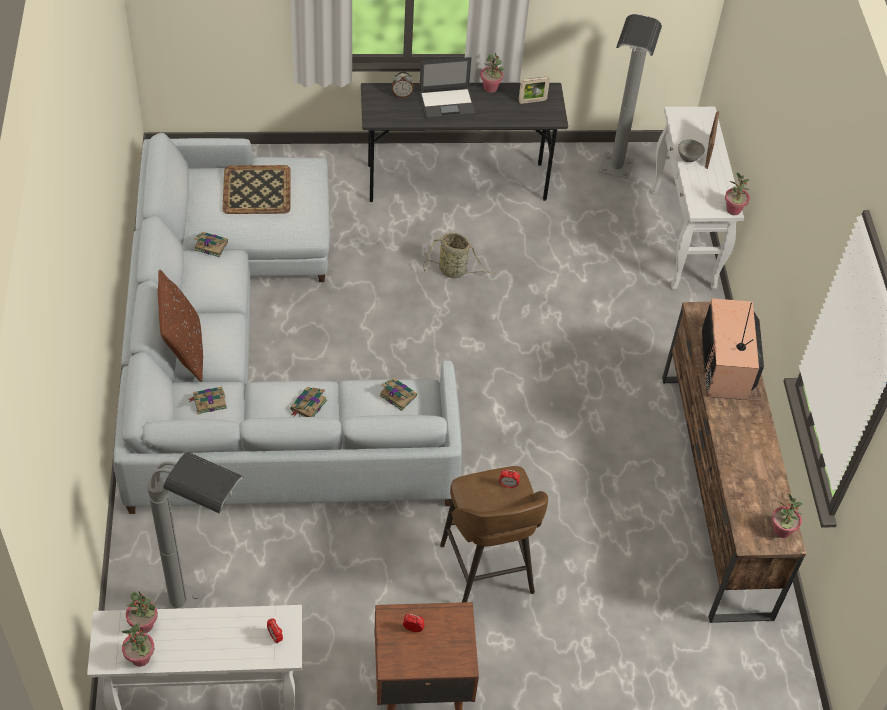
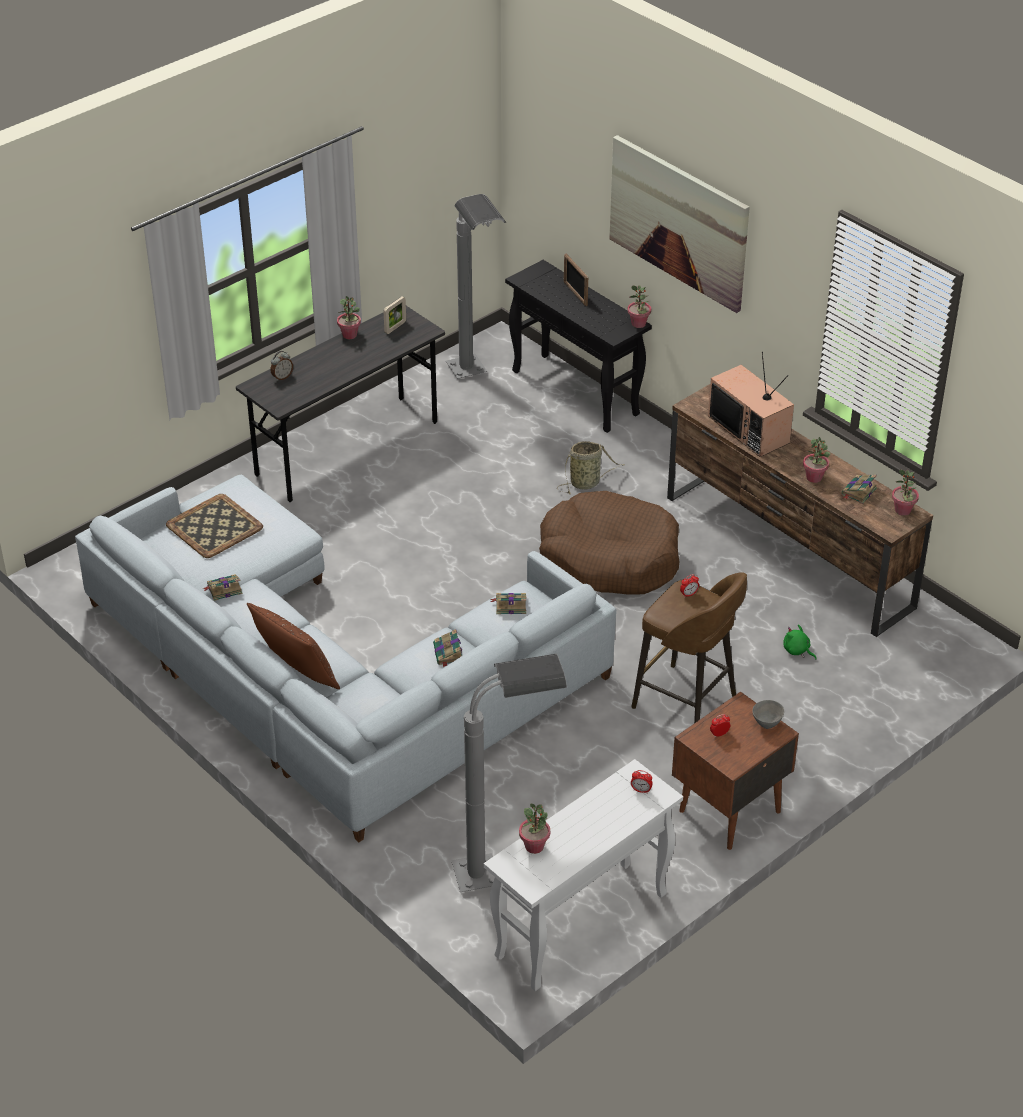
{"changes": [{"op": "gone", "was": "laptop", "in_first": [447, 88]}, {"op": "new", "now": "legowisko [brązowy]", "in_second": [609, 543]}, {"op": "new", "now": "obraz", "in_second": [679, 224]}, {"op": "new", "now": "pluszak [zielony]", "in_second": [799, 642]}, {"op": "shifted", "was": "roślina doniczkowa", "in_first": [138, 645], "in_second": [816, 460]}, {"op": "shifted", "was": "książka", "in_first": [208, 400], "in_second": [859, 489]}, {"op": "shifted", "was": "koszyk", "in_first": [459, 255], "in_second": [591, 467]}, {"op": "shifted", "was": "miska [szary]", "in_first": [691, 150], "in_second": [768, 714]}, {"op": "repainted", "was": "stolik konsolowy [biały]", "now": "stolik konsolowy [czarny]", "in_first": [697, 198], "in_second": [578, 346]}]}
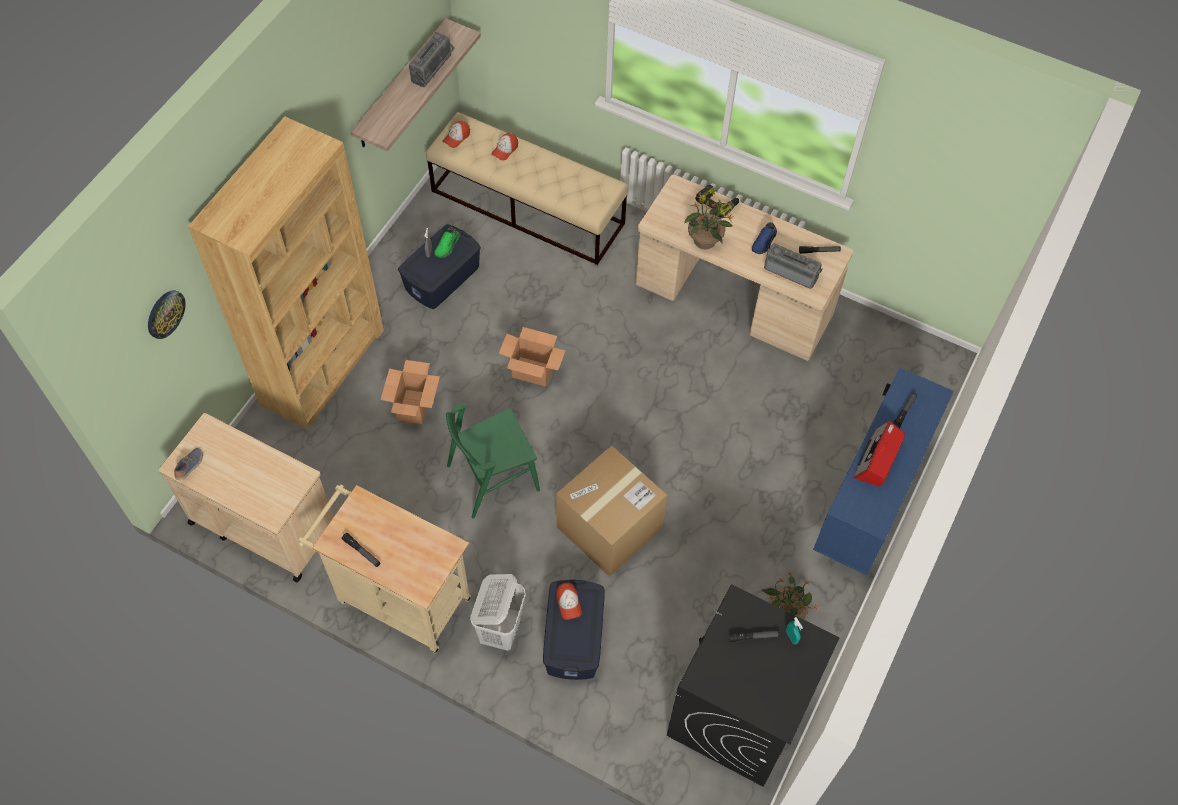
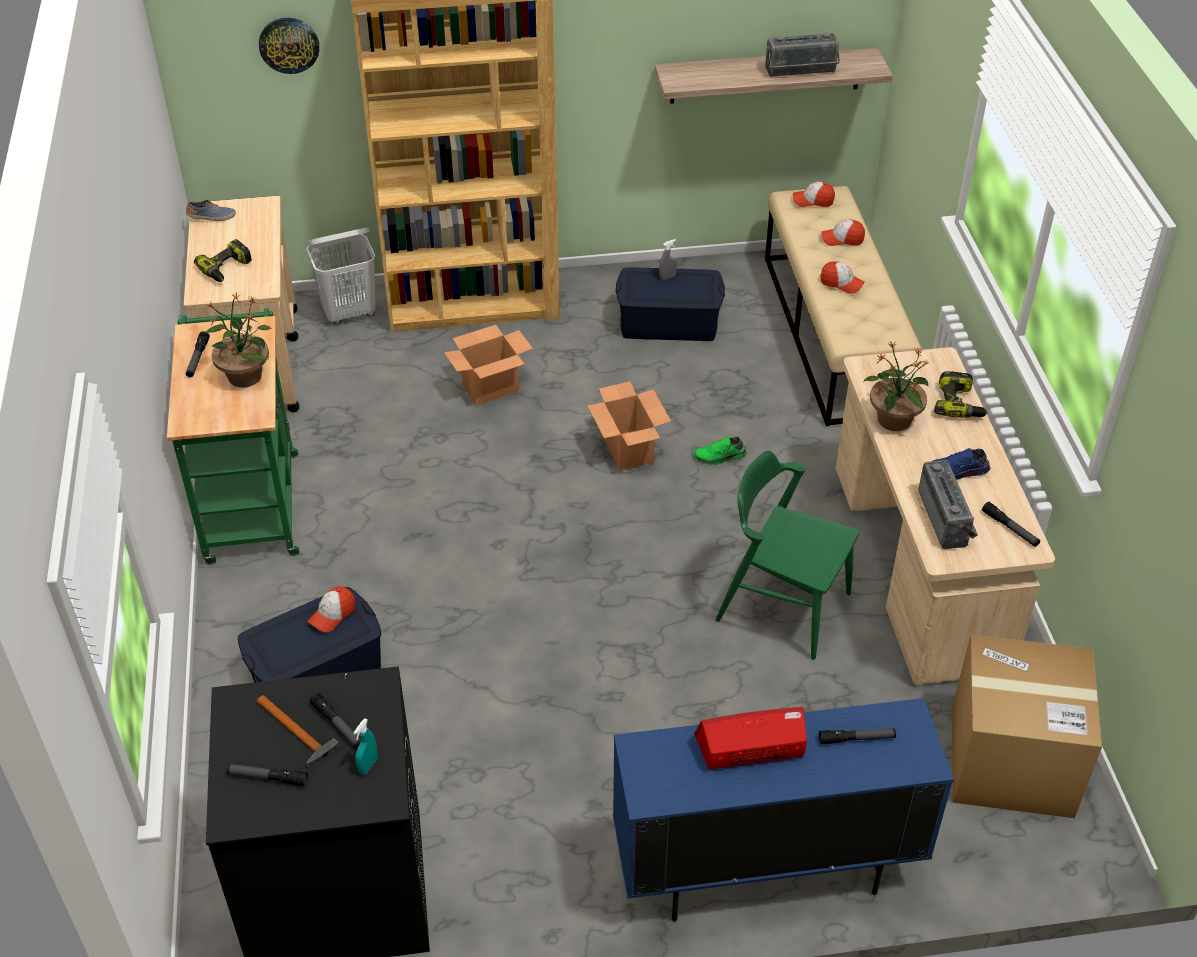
{"changes": [{"op": "new", "now": "wiertarka", "in_second": [223, 260]}, {"op": "new", "now": "latarka", "in_second": [267, 775]}, {"op": "new", "now": "młotek", "in_second": [297, 731]}, {"op": "new", "now": "czapka z daszkiem", "in_second": [843, 277]}, {"op": "shifted", "was": "but [zielony]", "in_first": [446, 242], "in_second": [720, 451]}, {"op": "shifted", "was": "krzesło [zielony]", "in_first": [493, 461], "in_second": [787, 555]}, {"op": "shifted", "was": "kosz na pranie [biały]", "in_first": [498, 612], "in_second": [341, 275]}, {"op": "shifted", "was": "karton", "in_first": [611, 511], "in_second": [1027, 726]}, {"op": "shifted", "was": "roślina doniczkowa", "in_first": [790, 595], "in_second": [238, 340]}, {"op": "repainted", "was": "wózek [beżowy]", "now": "wózek [zielony]", "in_first": [384, 569], "in_second": [233, 436]}]}
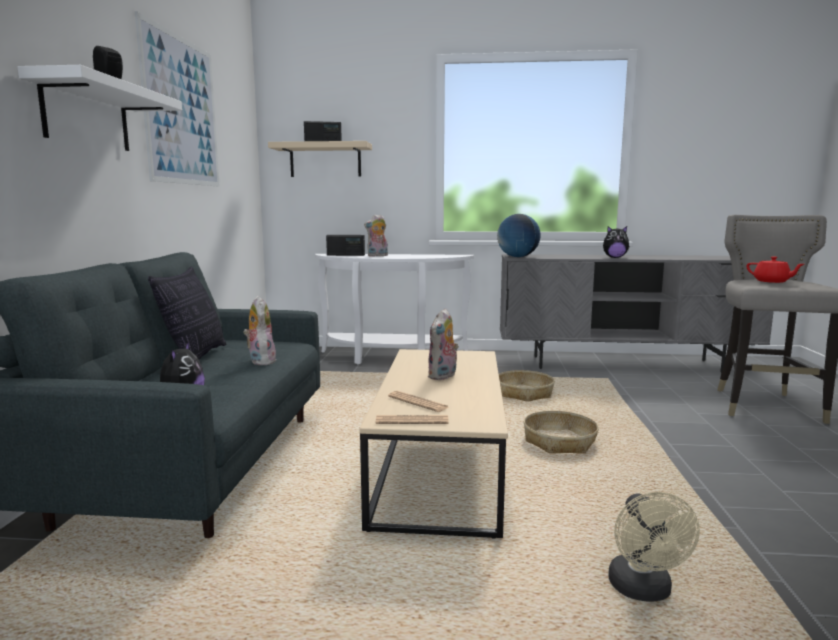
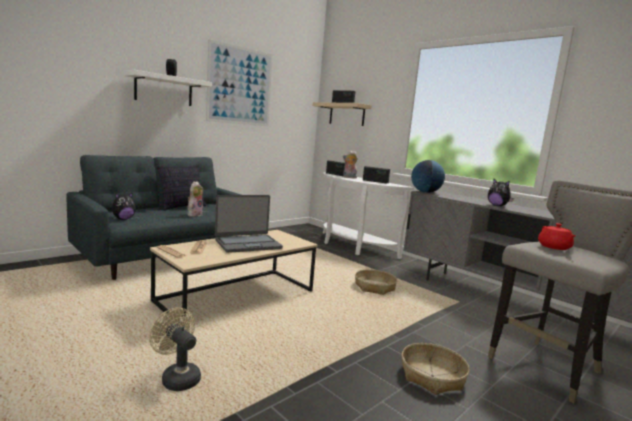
{"changes": [{"op": "new", "now": "radio", "in_second": [376, 175]}, {"op": "shifted", "was": "koszyk", "in_first": [561, 432], "in_second": [435, 369]}, {"op": "swapped", "was": "pluszak", "now": "laptop", "in_first": [443, 344], "in_second": [249, 224]}, {"op": "rotated", "was": "wentylator [beżowy]", "in_first": [654, 547], "in_second": [175, 349], "clockwise": 90}]}
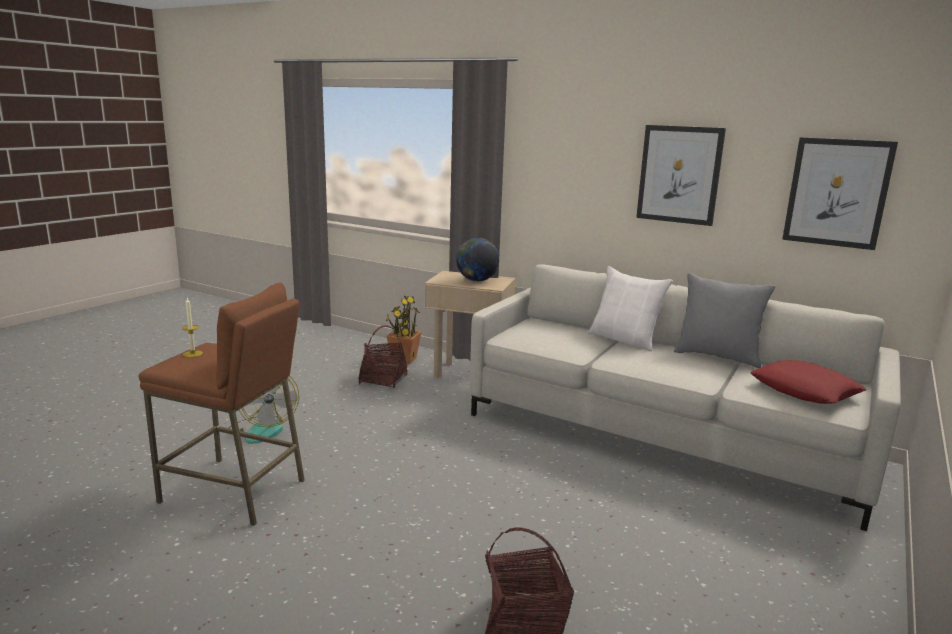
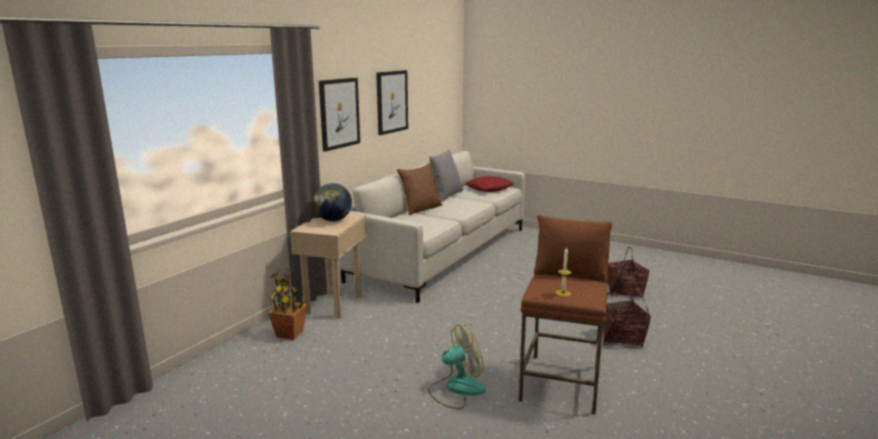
{"changes": [{"op": "shifted", "was": "koszyk", "in_first": [383, 356], "in_second": [627, 318]}, {"op": "shifted", "was": "obraz", "in_first": [840, 193], "in_second": [339, 115]}, {"op": "repainted", "was": "poduszka [biały]", "now": "poduszka [brązowy]", "in_first": [630, 308], "in_second": [419, 188]}]}
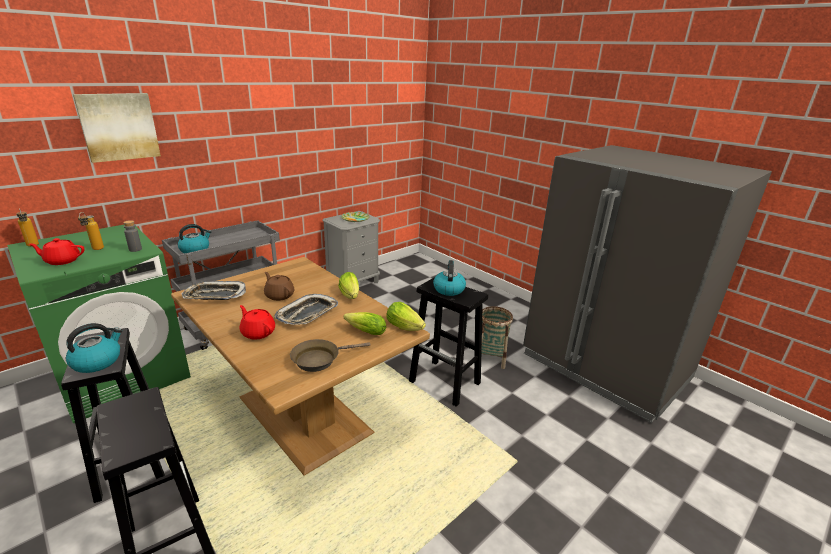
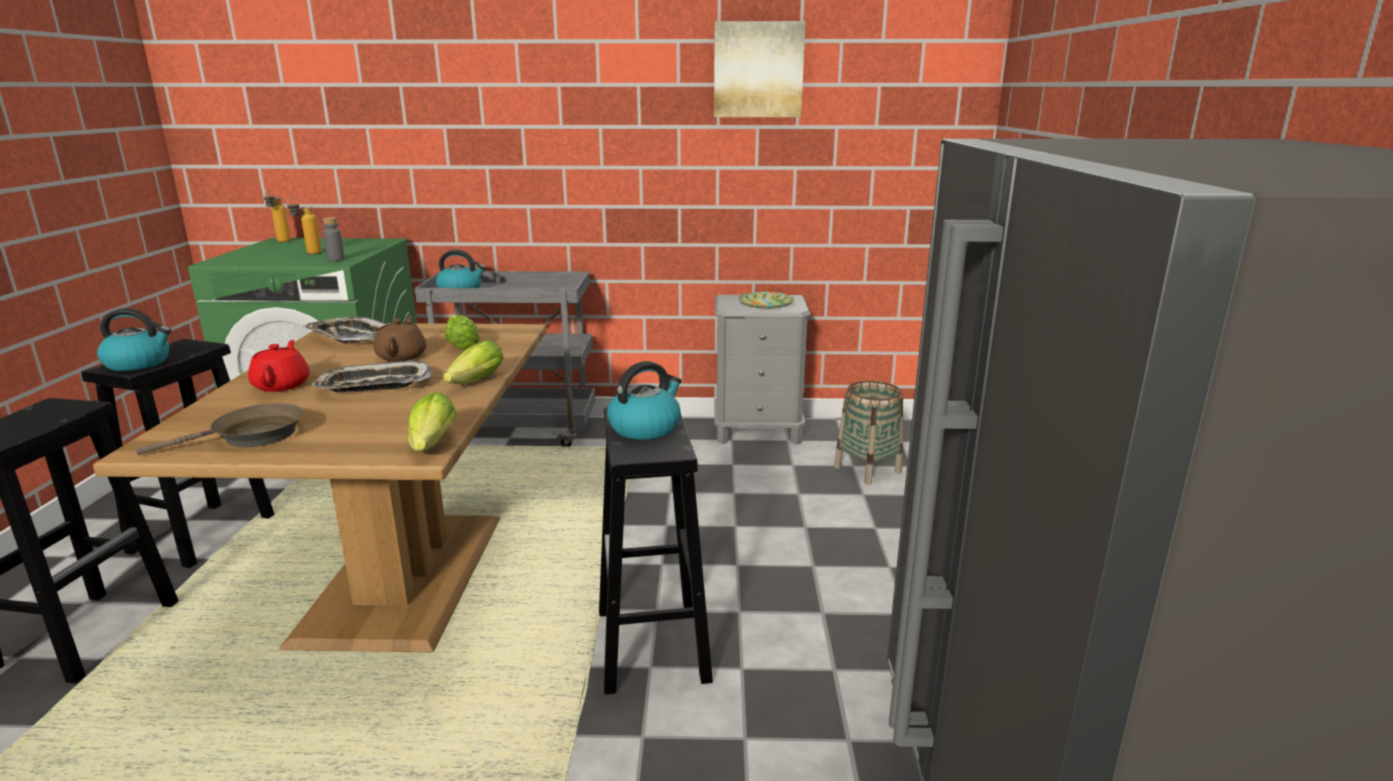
{"changes": [{"op": "gone", "was": "imbryk [czerwony]", "in_first": [57, 251]}, {"op": "shifted", "was": "obraz", "in_first": [117, 128], "in_second": [759, 69]}, {"op": "shifted", "was": "sałata", "in_first": [364, 323], "in_second": [462, 332]}, {"op": "shifted", "was": "koszyk", "in_first": [497, 337], "in_second": [868, 433]}, {"op": "rotated", "was": "patelnia [brązowy]", "in_first": [330, 355], "in_second": [219, 429], "clockwise": 135}]}
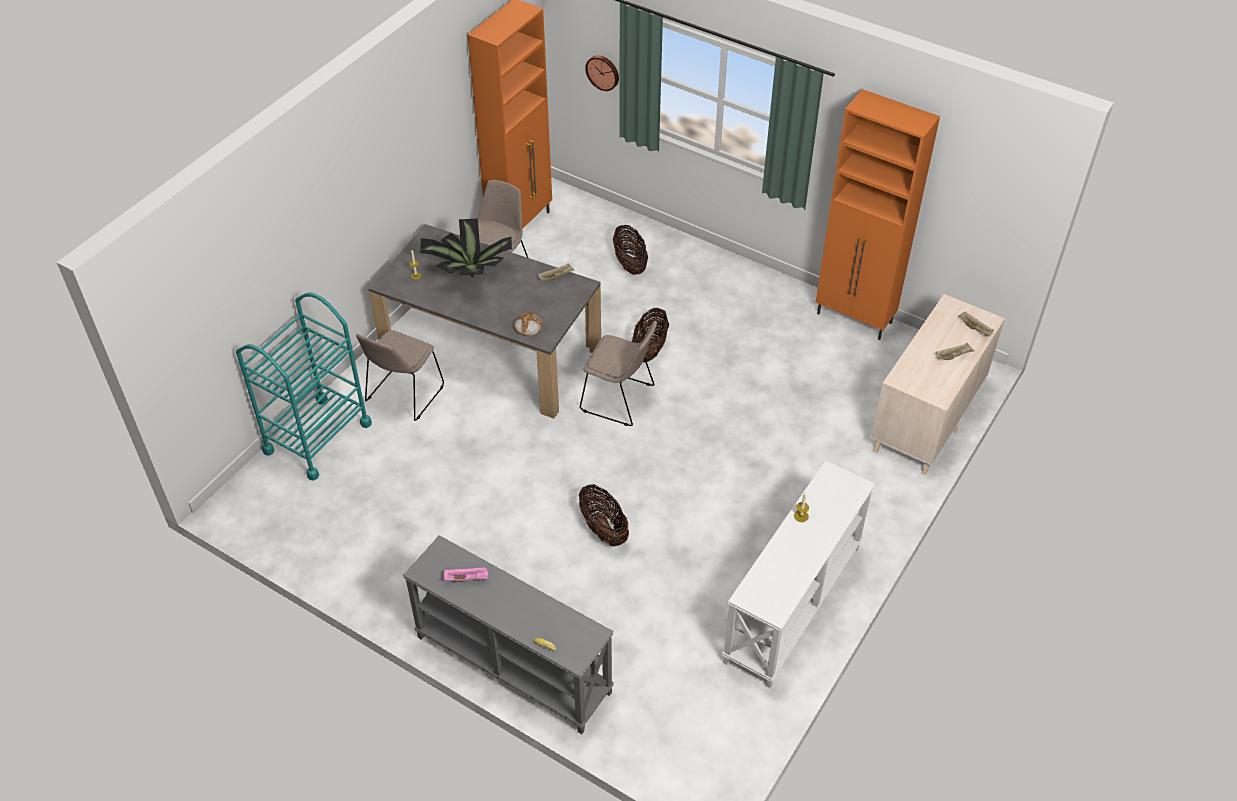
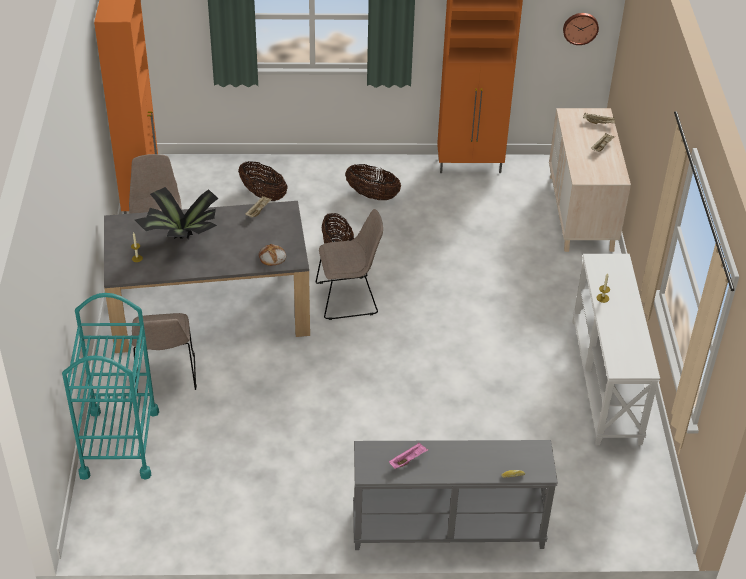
{"changes": [{"op": "shifted", "was": "koszyk", "in_first": [604, 515], "in_second": [373, 182]}, {"op": "shifted", "was": "zegar ścienny", "in_first": [602, 73], "in_second": [581, 29]}]}
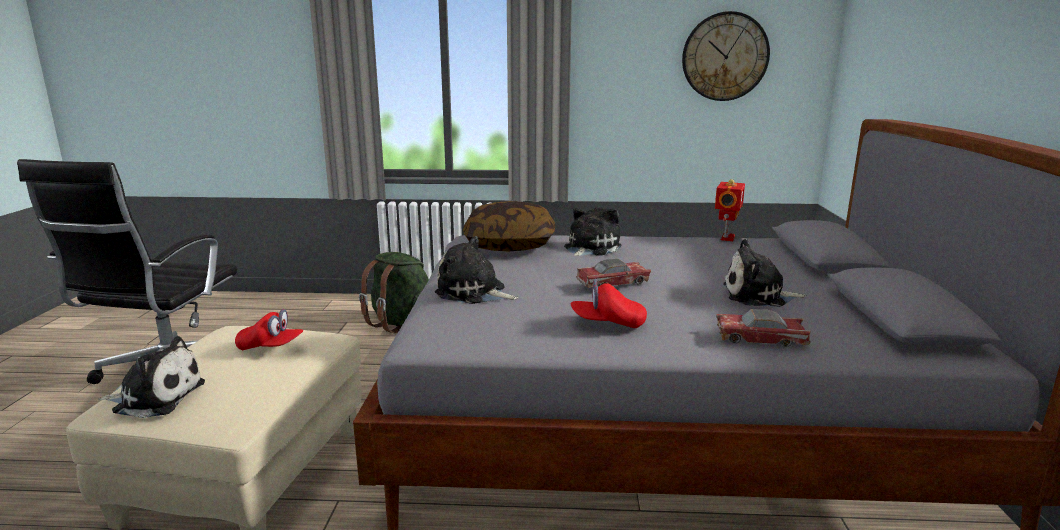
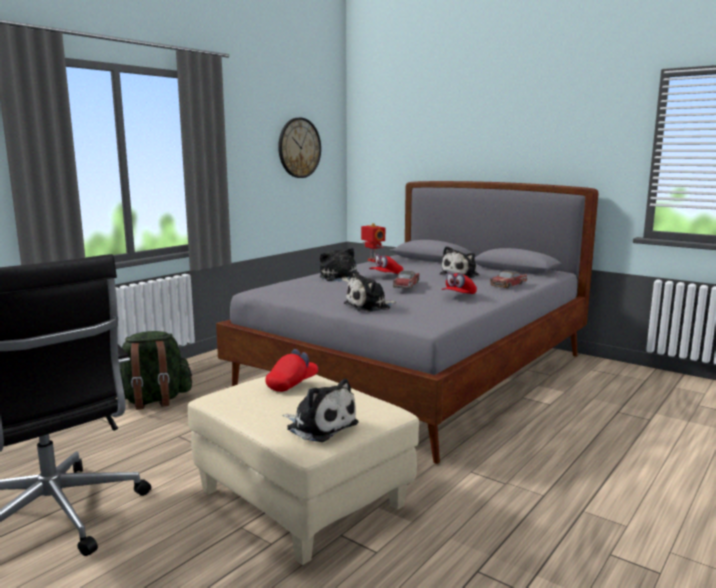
{"changes": [{"op": "gone", "was": "poduszka", "in_first": [509, 226]}, {"op": "new", "now": "czapka z daszkiem [czerwony]", "in_second": [386, 264]}, {"op": "rotated", "was": "pluszak", "in_first": [151, 377], "in_second": [320, 410], "clockwise": 90}]}
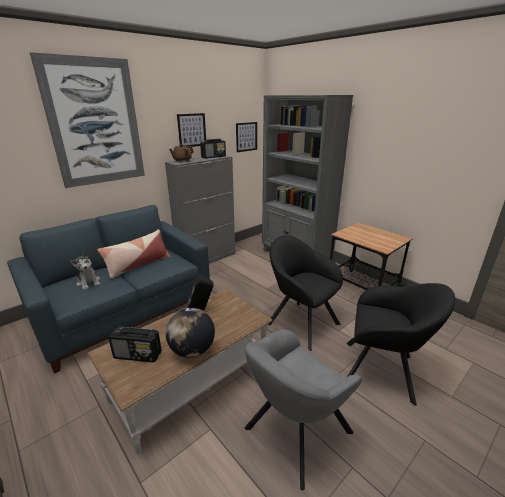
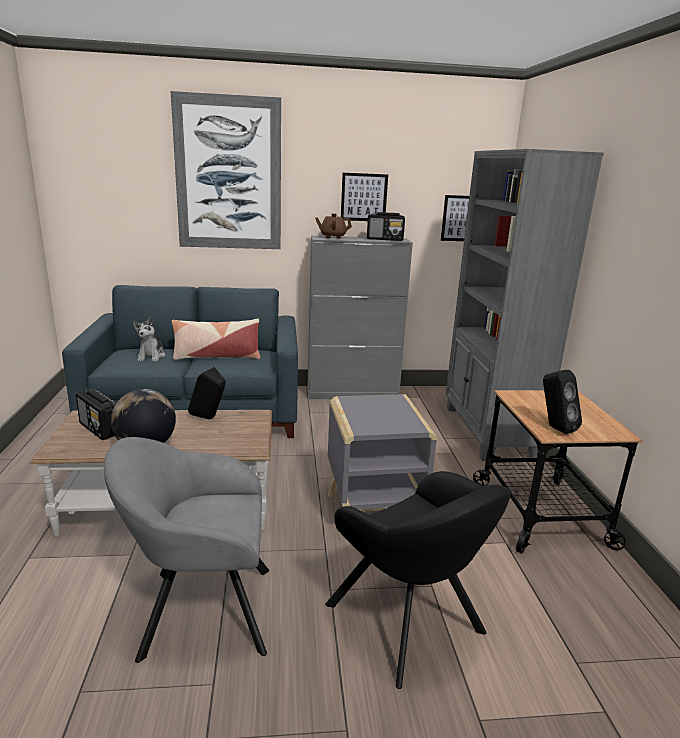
{"changes": [{"op": "new", "now": "głośnik [czarny]", "in_second": [562, 402]}, {"op": "swapped", "was": "fotel [czarny]", "now": "stolik [szary]", "in_first": [305, 293], "in_second": [382, 463]}]}
